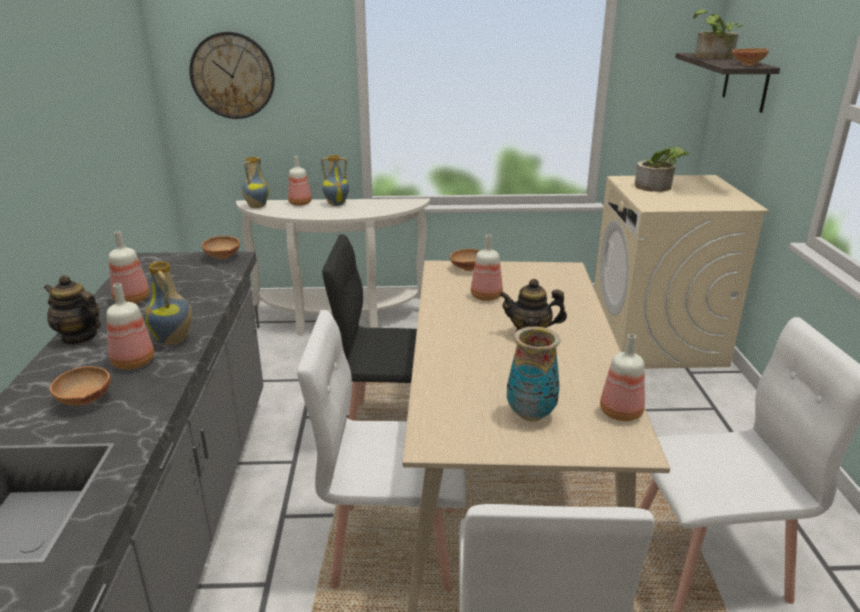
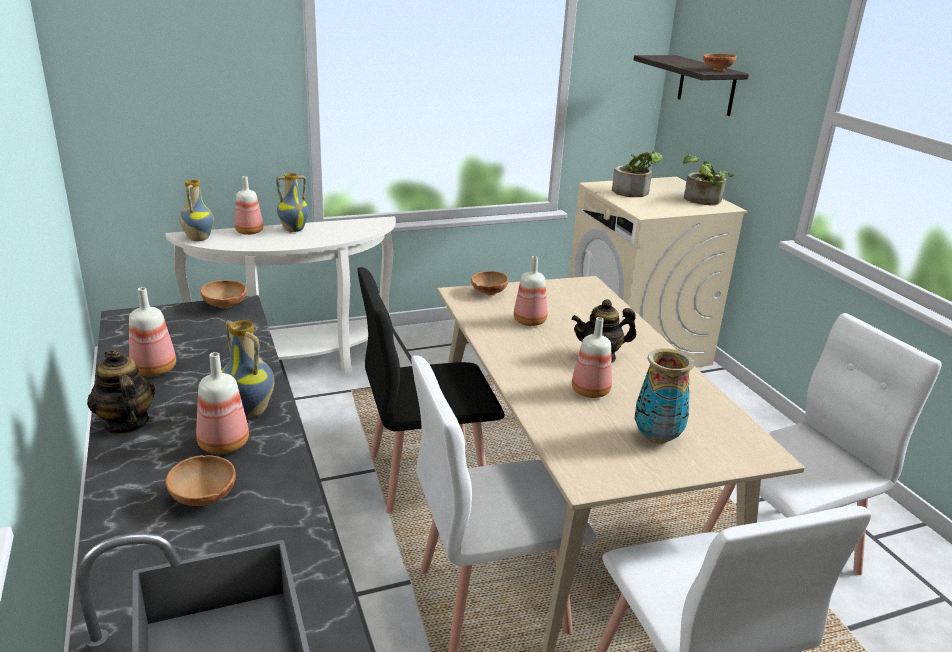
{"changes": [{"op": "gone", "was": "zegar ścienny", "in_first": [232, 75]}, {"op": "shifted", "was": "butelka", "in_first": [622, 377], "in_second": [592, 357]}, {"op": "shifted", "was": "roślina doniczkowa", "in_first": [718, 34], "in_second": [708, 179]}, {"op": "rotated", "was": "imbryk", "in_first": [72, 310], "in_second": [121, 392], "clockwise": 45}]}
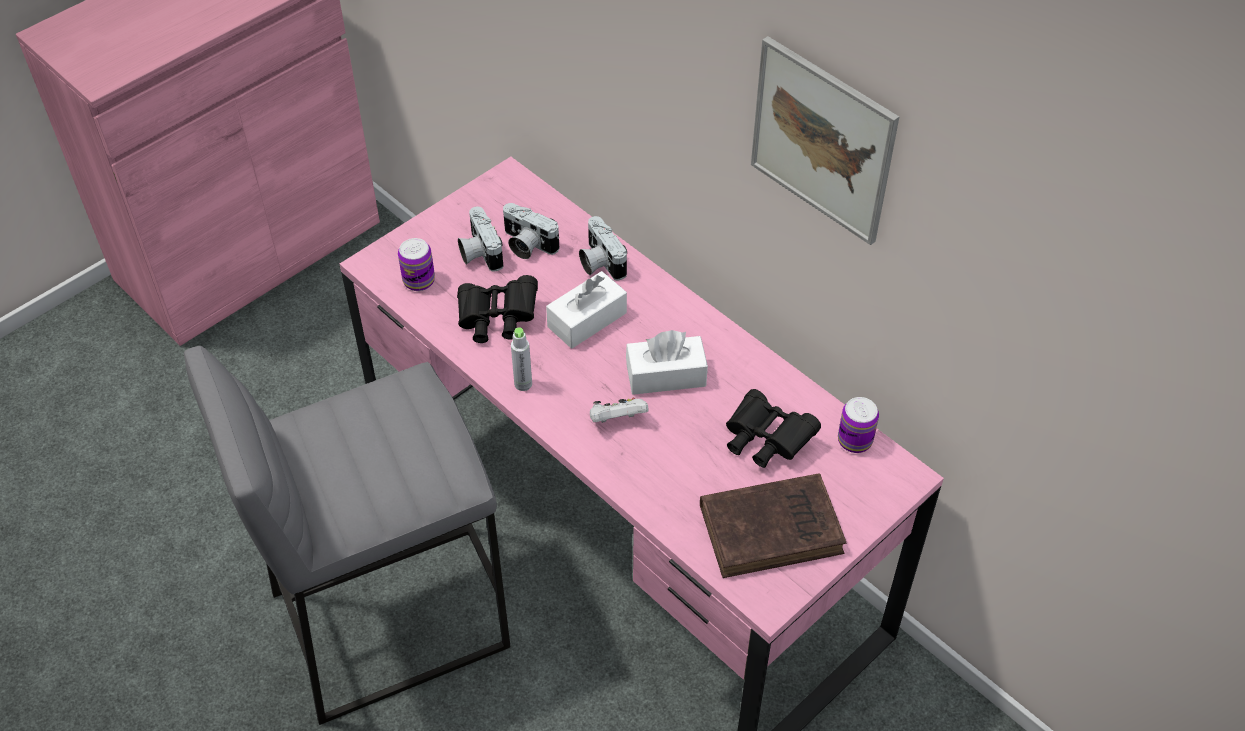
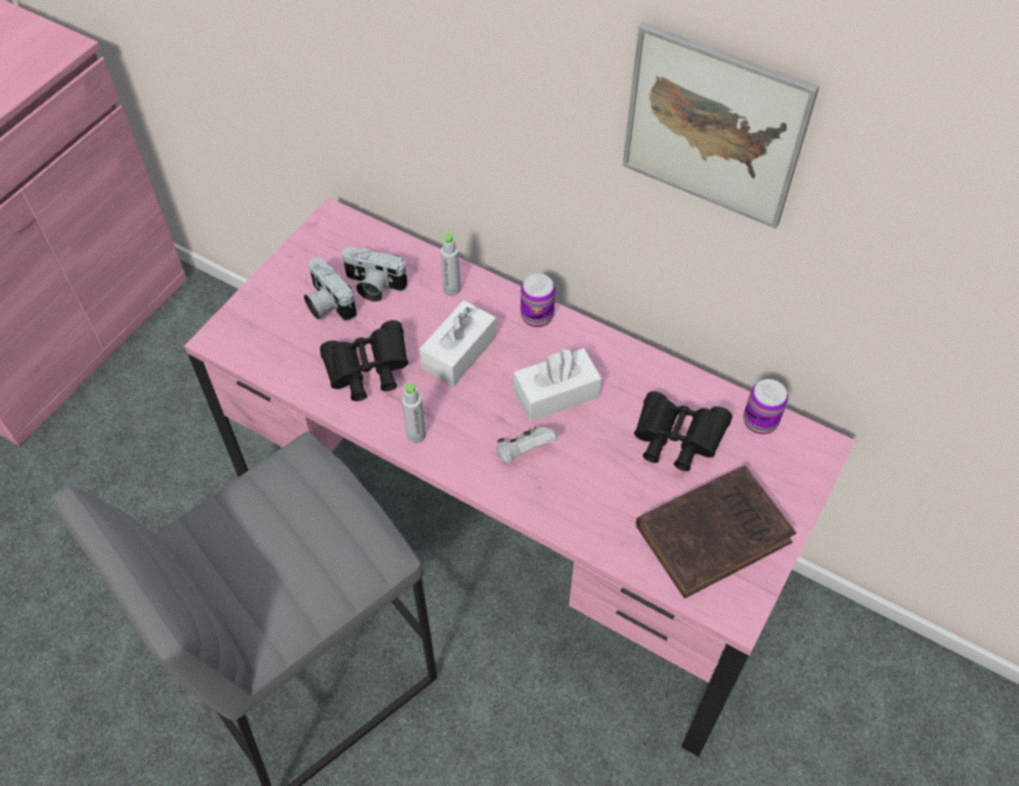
{"changes": [{"op": "shifted", "was": "puszka", "in_first": [416, 264], "in_second": [538, 300]}, {"op": "swapped", "was": "aparat fotograficzny", "now": "butelka [szary]", "in_first": [603, 248], "in_second": [450, 264]}]}
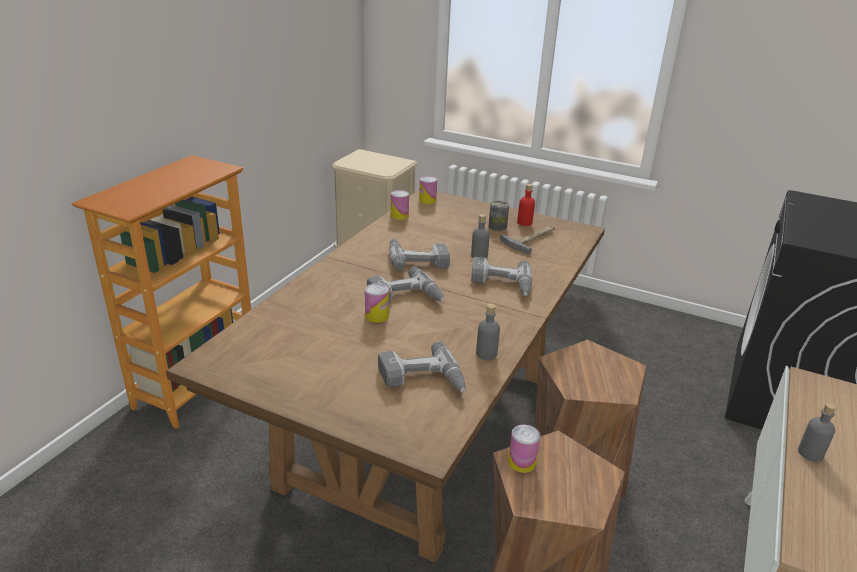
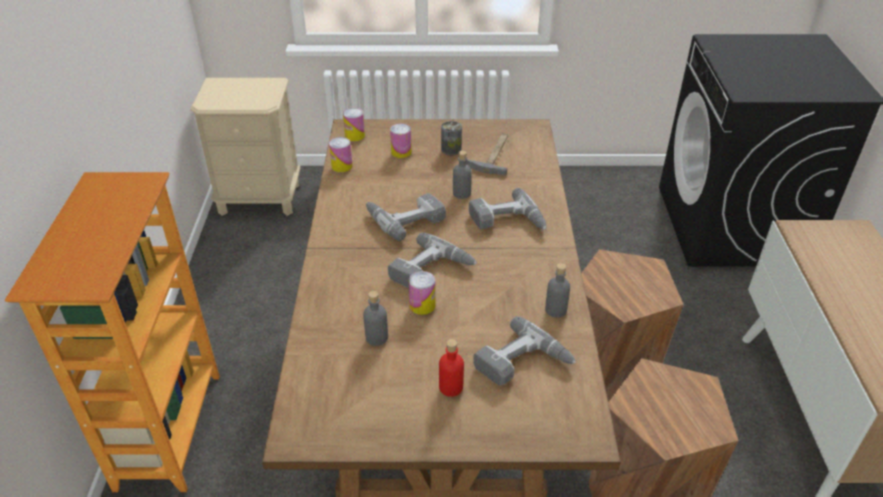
{"changes": [{"op": "shifted", "was": "puszka", "in_first": [524, 449], "in_second": [401, 141]}, {"op": "shifted", "was": "butelka [czerwony]", "in_first": [526, 205], "in_second": [451, 368]}, {"op": "shifted", "was": "butelka [szary]", "in_first": [817, 432], "in_second": [375, 318]}]}
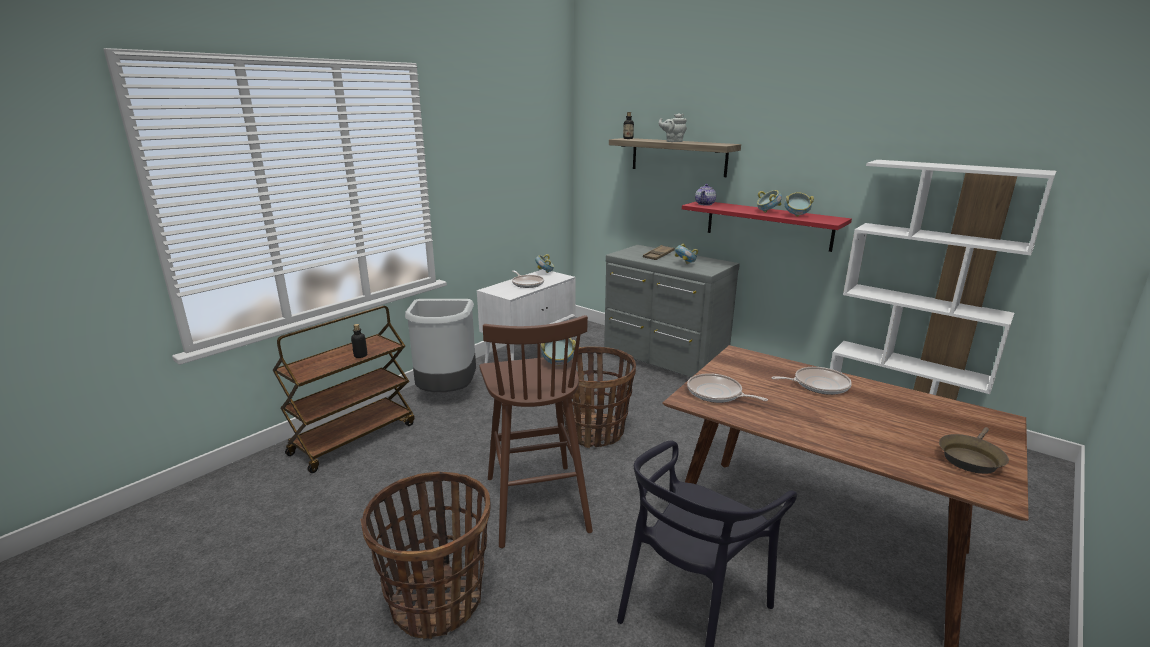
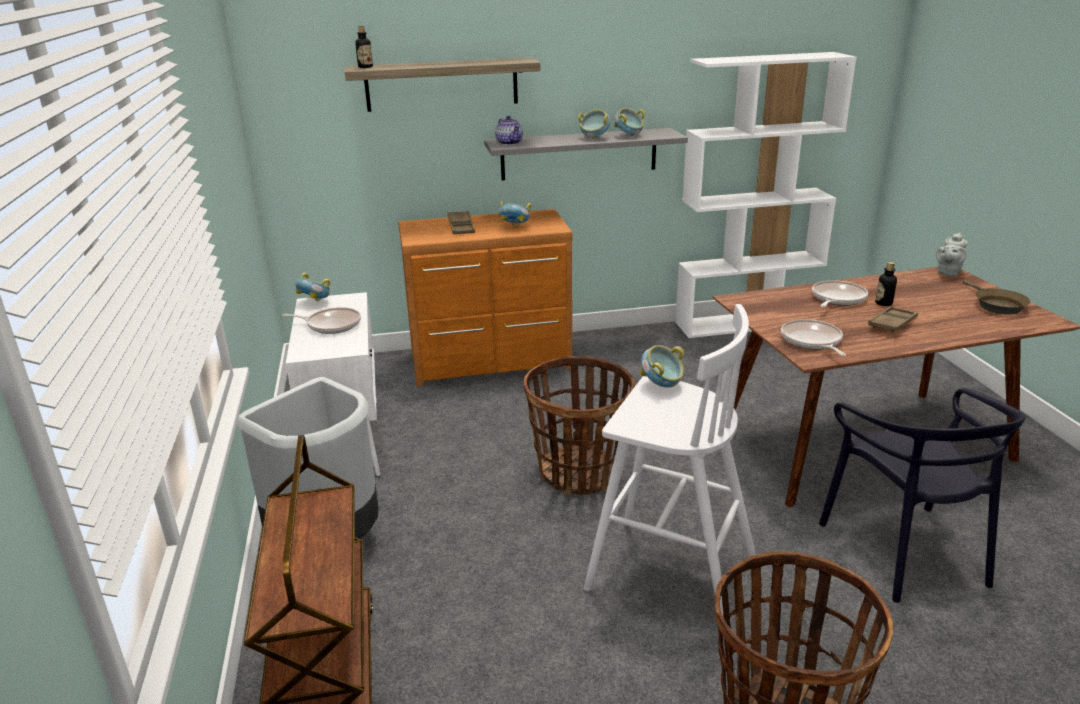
{"changes": [{"op": "new", "now": "taca [brązowy]", "in_second": [893, 319]}, {"op": "shifted", "was": "butelka", "in_first": [359, 341], "in_second": [886, 284]}, {"op": "shifted", "was": "imbryk [szary]", "in_first": [672, 127], "in_second": [951, 255]}, {"op": "repainted", "was": "stołek [brązowy]", "now": "stołek [biały]", "in_first": [536, 431], "in_second": [670, 459]}, {"op": "repainted", "was": "komoda [szary]", "now": "komoda [brązowy]", "in_first": [672, 311], "in_second": [485, 297]}, {"op": "repainted", "was": "półka [czerwony]", "now": "półka [szary]", "in_first": [767, 227], "in_second": [586, 154]}, {"op": "rotated", "was": "patelnia", "in_first": [727, 388], "in_second": [813, 337], "clockwise": 90}]}
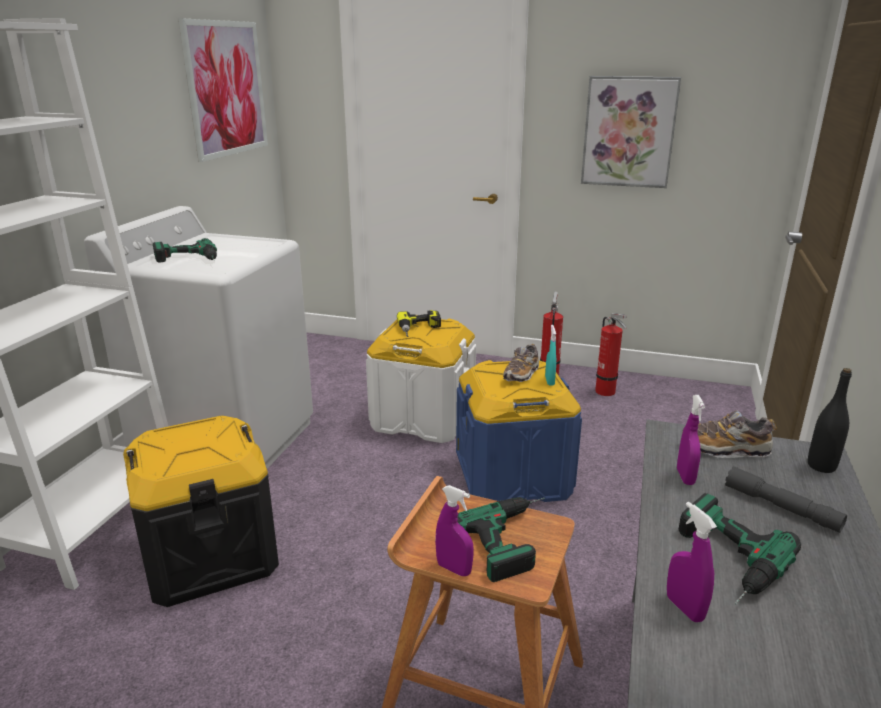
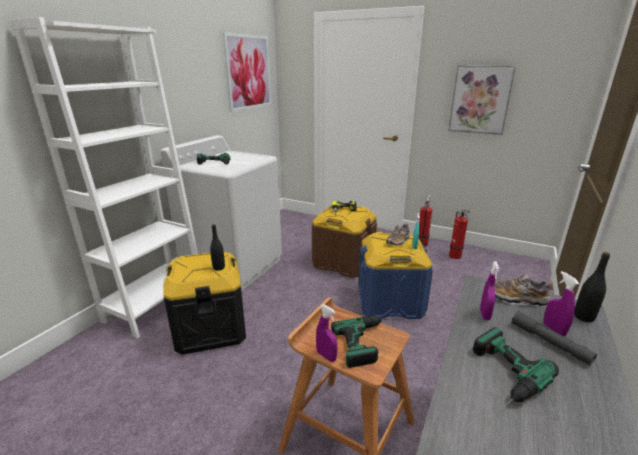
{"changes": [{"op": "new", "now": "butelka [czarny]", "in_second": [217, 247]}, {"op": "shifted", "was": "spryskiwacz [fioletowy]", "in_first": [692, 562], "in_second": [561, 303]}, {"op": "repainted", "was": "pojemnik do przechowywania [biały]", "now": "pojemnik do przechowywania [brązowy]", "in_first": [421, 379], "in_second": [344, 241]}]}
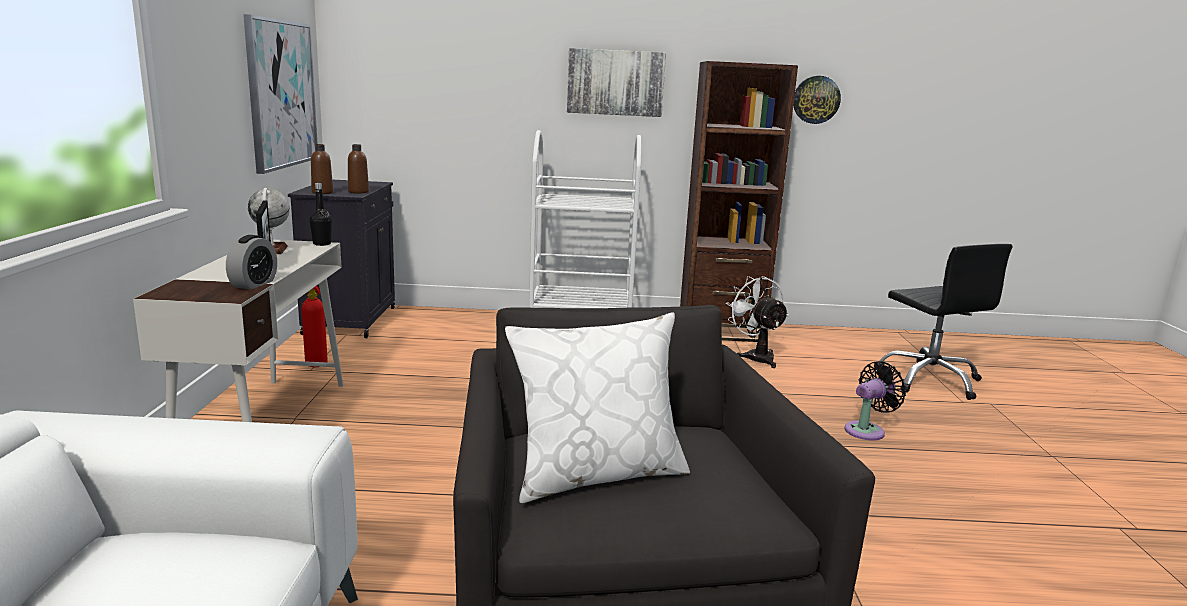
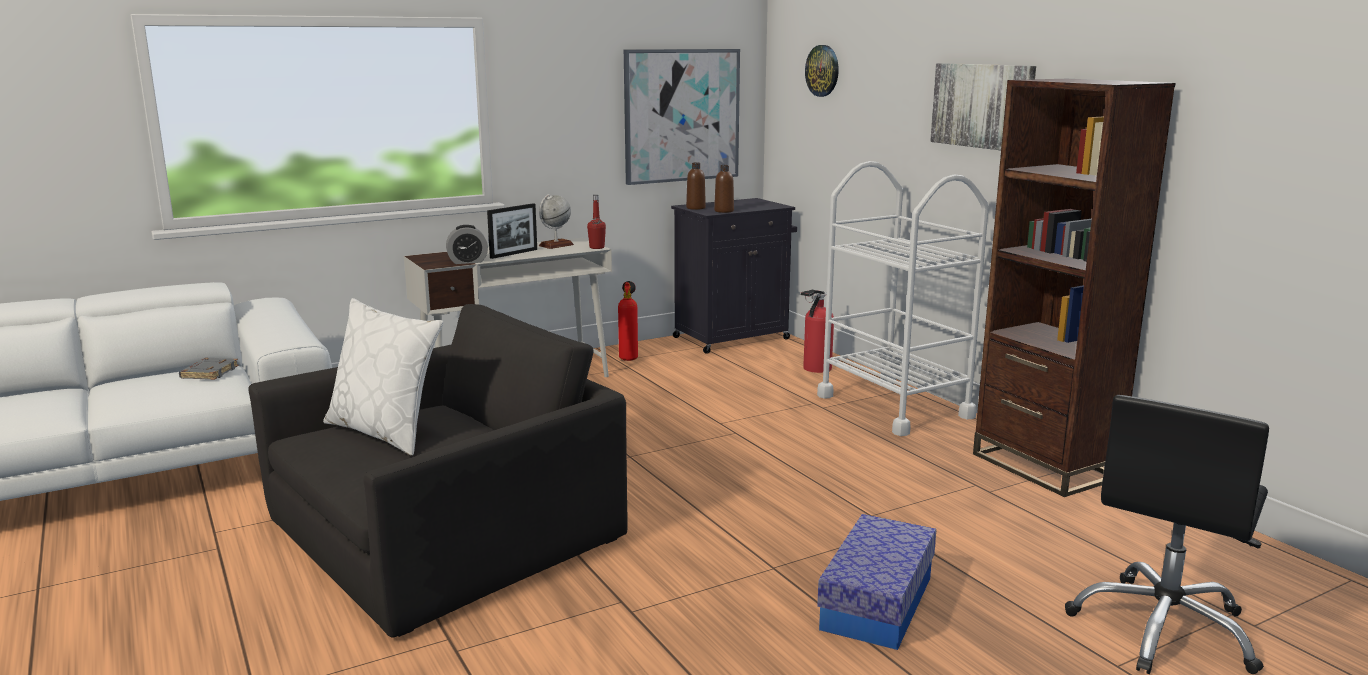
{"changes": [{"op": "gone", "was": "wentylator [biały]", "in_first": [757, 322]}, {"op": "new", "now": "książka [szary]", "in_second": [209, 369]}, {"op": "new", "now": "gaśnica", "in_second": [817, 331]}, {"op": "shifted", "was": "zegar ścienny", "in_first": [817, 100], "in_second": [822, 71]}, {"op": "swapped", "was": "wentylator [czarny]", "now": "pojemnik do przechowywania", "in_first": [875, 401], "in_second": [876, 582]}, {"op": "repainted", "was": "butelka [czarny]", "now": "butelka [czerwony]", "in_first": [320, 214], "in_second": [596, 222]}]}
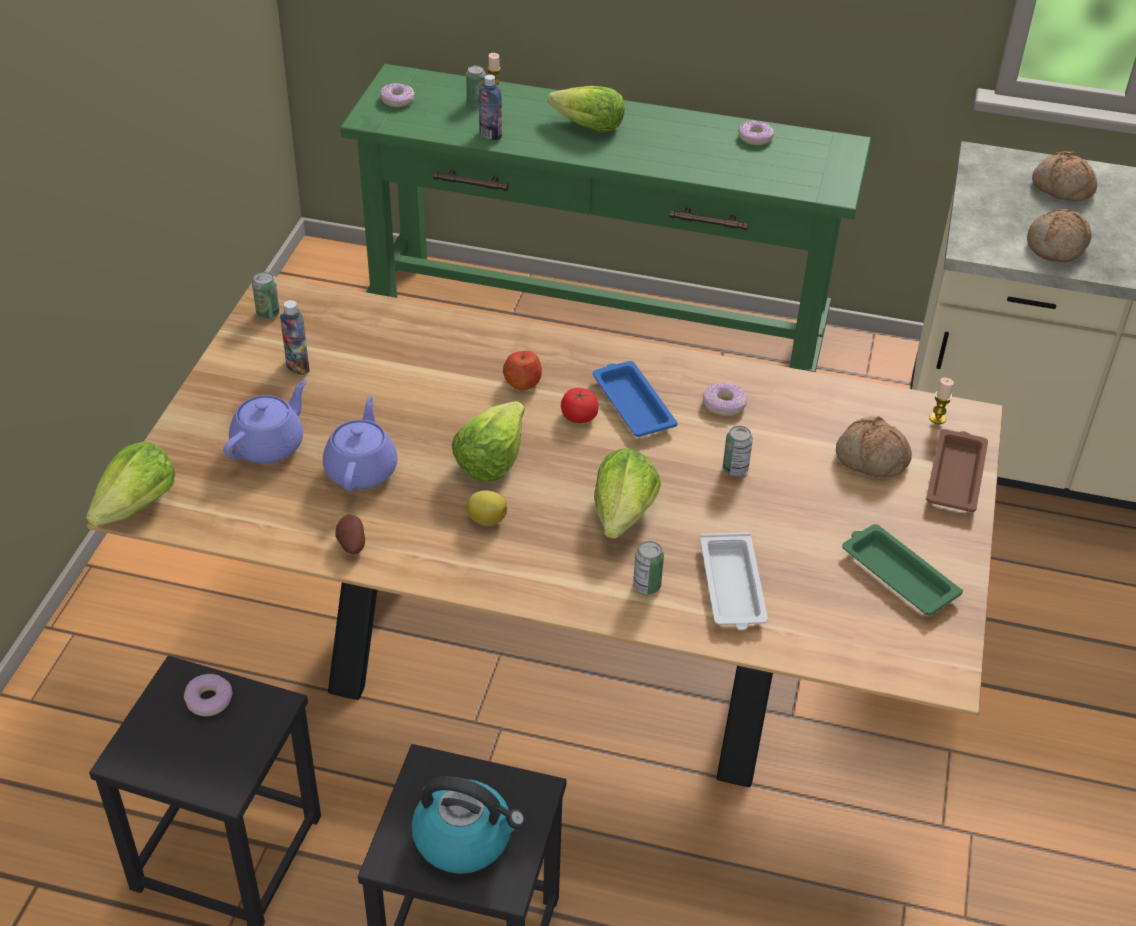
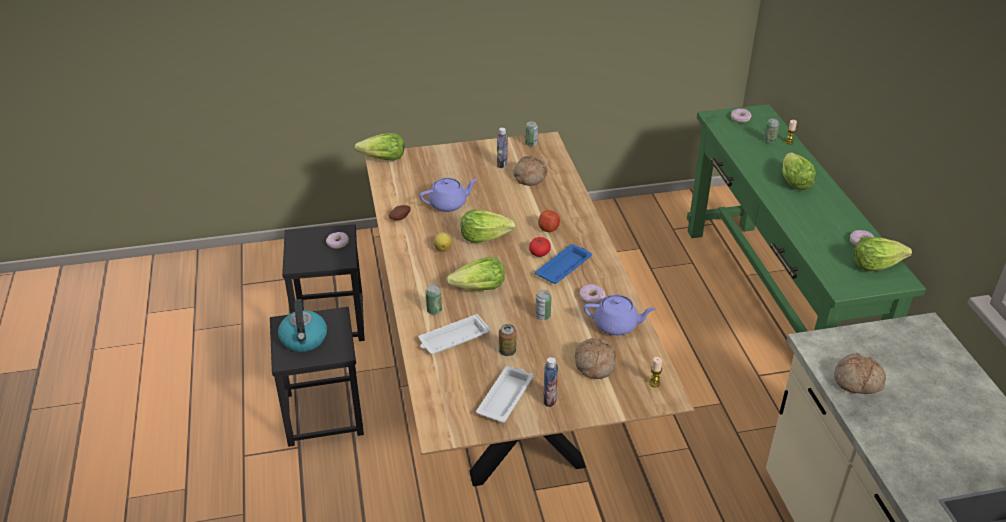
{"changes": [{"op": "gone", "was": "taca [brązowy]", "in_first": [957, 470]}, {"op": "new", "now": "puszka", "in_second": [508, 340]}, {"op": "new", "now": "sałata", "in_second": [883, 254]}, {"op": "shifted", "was": "imbryk [fioletowy]", "in_first": [265, 422], "in_second": [619, 315]}, {"op": "shifted", "was": "butelka", "in_first": [490, 107], "in_second": [550, 382]}, {"op": "shifted", "was": "chleb", "in_first": [1064, 176], "in_second": [530, 171]}, {"op": "repainted", "was": "taca [zielony]", "now": "taca [biały]", "in_first": [902, 570], "in_second": [504, 394]}]}
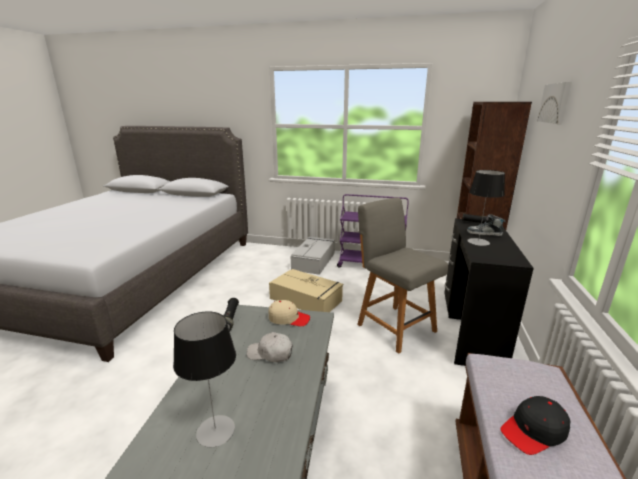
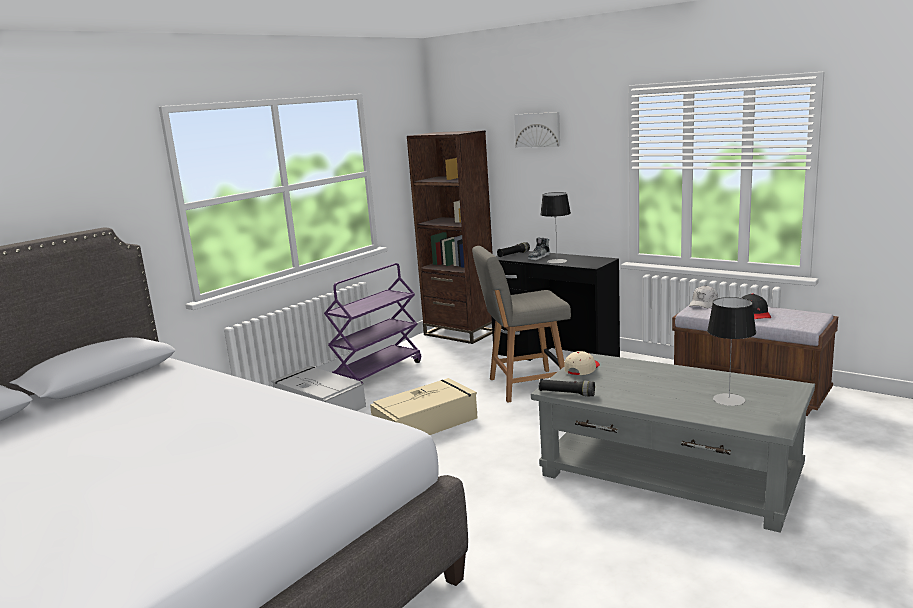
{"changes": [{"op": "shifted", "was": "czapka z daszkiem [biały]", "in_first": [270, 347], "in_second": [703, 296]}]}
